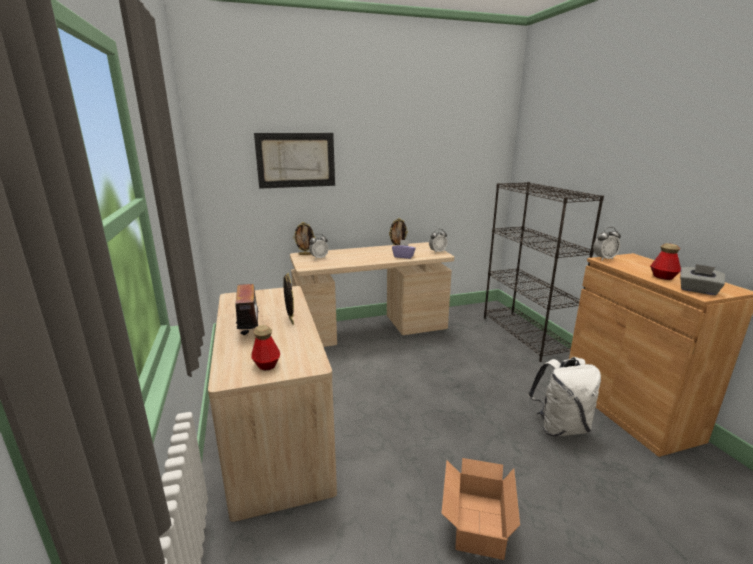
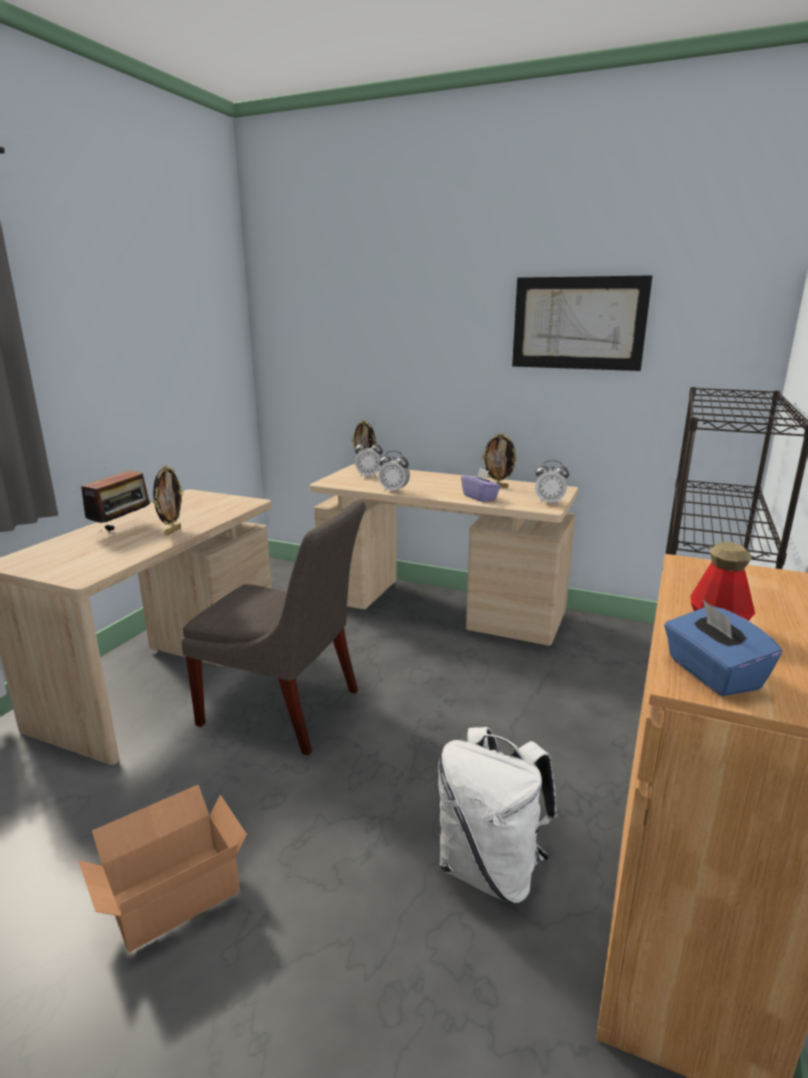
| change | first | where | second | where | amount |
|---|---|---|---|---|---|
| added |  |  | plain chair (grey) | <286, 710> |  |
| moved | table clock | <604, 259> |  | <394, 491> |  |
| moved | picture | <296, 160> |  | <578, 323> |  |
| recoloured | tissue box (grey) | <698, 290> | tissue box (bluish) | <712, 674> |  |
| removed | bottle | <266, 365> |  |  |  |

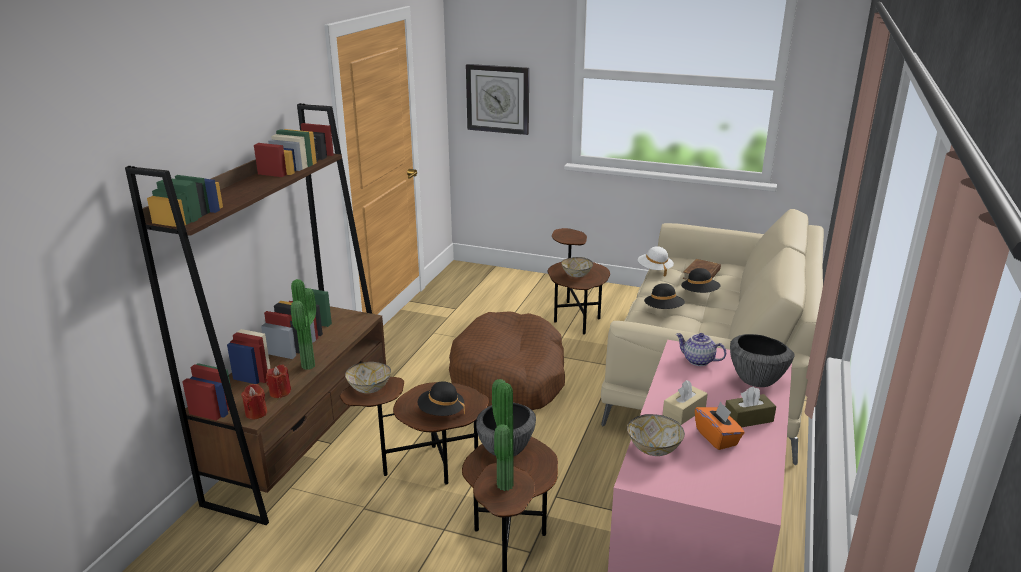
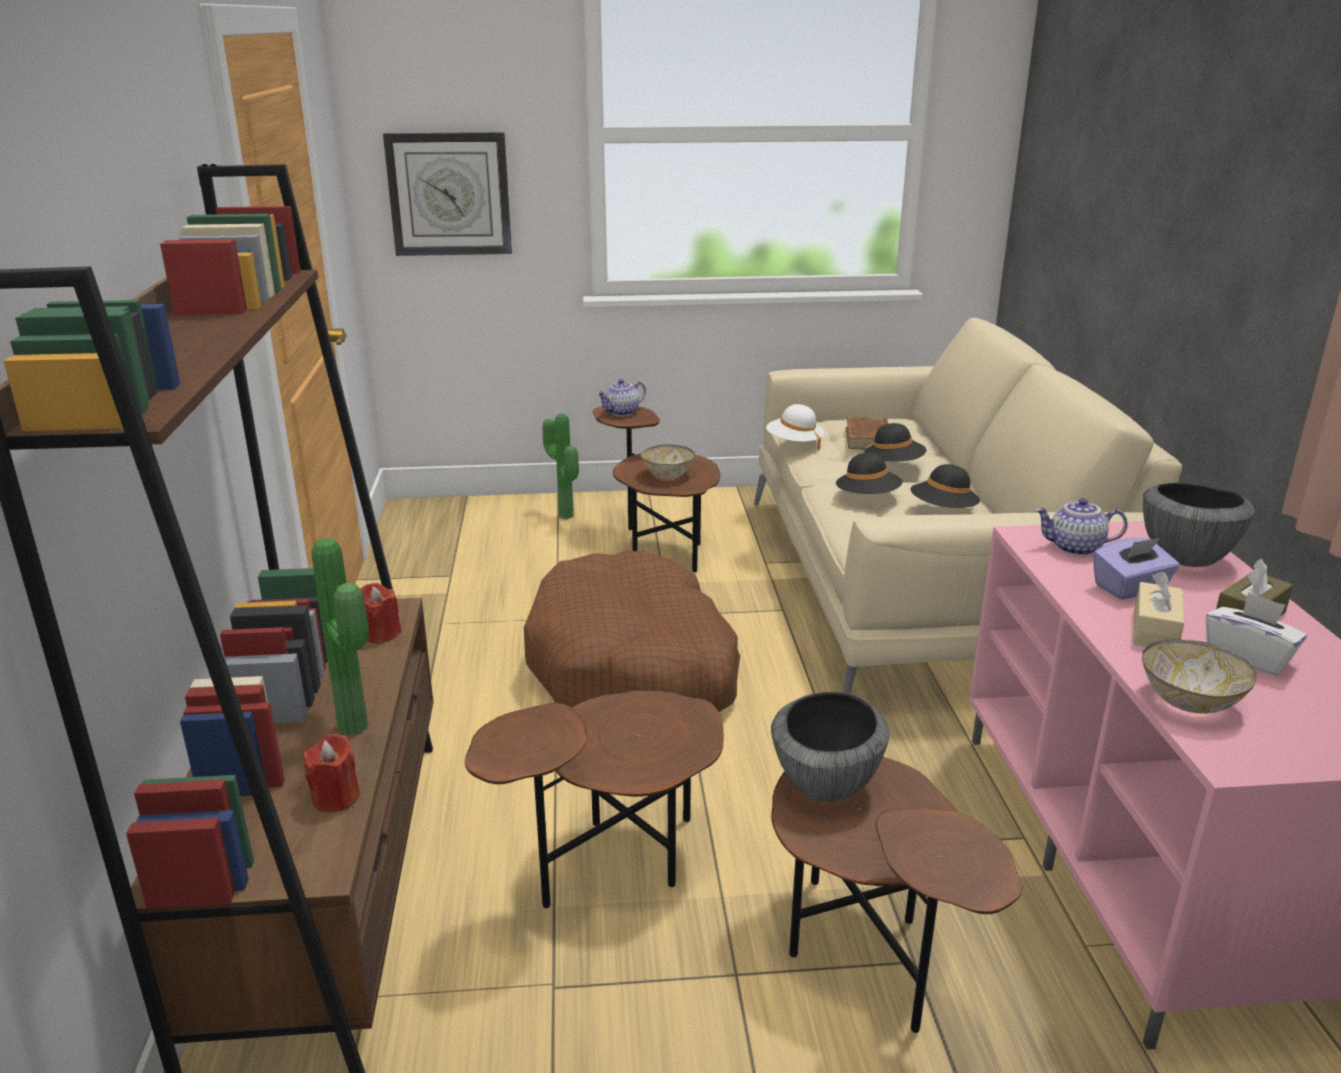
| change | first | where | second | where | amount |
|---|---|---|---|---|---|
| moved | wax candle (red) | <256, 413> |  | <381, 634> |  |
| moved | plant in a pot | <501, 485> |  | <563, 516> |  |
| added |  |  | teapot | <622, 412> |  |
| moved | wearable hat (black-coloured) | <441, 412> |  | <943, 510> |  |
| added |  |  | tissue box (purplish) | <1131, 588> |  |
| recoloured | tissue box (orange) | <717, 437> | tissue box (whitish) | <1248, 657> |  |
| removed | deep dish | <370, 388> |  |  |  |

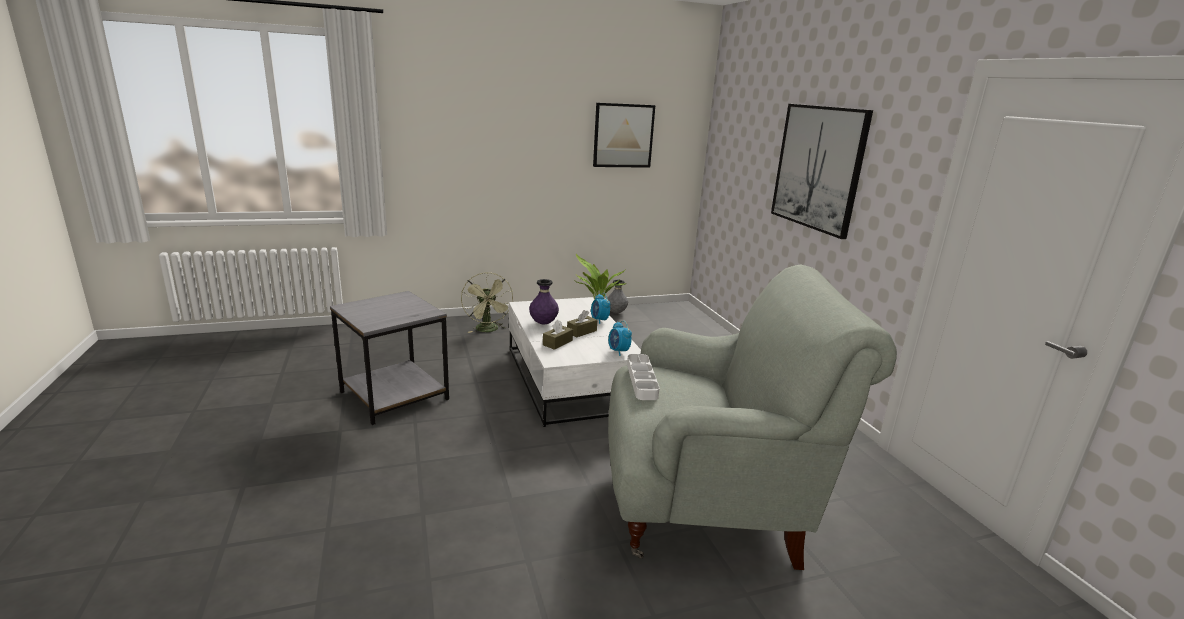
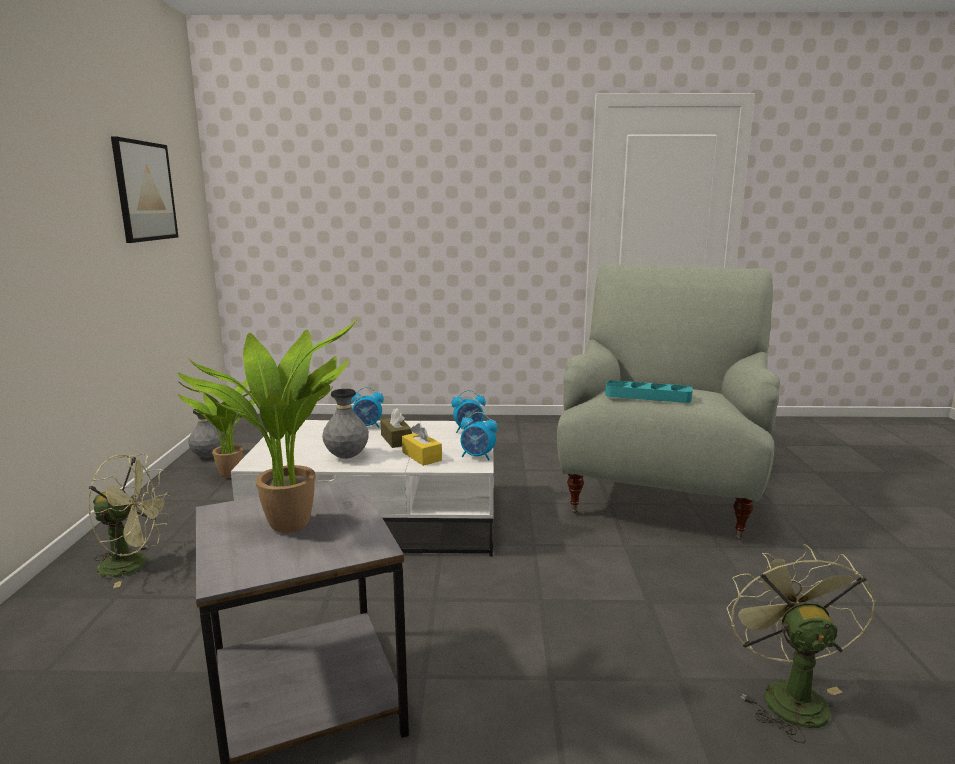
| change | first | where | second | where | amount |
|---|---|---|---|---|---|
| added |  |  | plant in a pot | <292, 522> |  |
| recoloured | decorative vase (purplish) | <543, 323> | decorative vase (grey) | <347, 457> |  |
| recoloured | tissue box (brown-coloured) | <557, 343> | tissue box (yellow-coloured) | <421, 456> |  |
| added |  |  | table clock | <477, 456> |  |
| recoloured | carrying tray (whitish) | <641, 380> | carrying tray (blue-green) | <647, 396> |  |
| added |  |  | fan (green-coloured) | <787, 694> |  |
| removed | picture | <818, 168> |  |  |  |

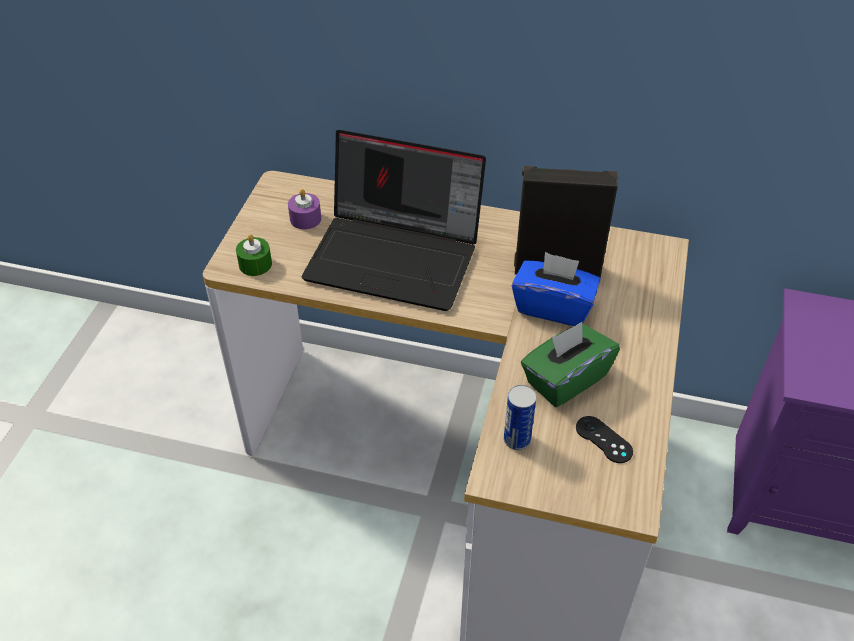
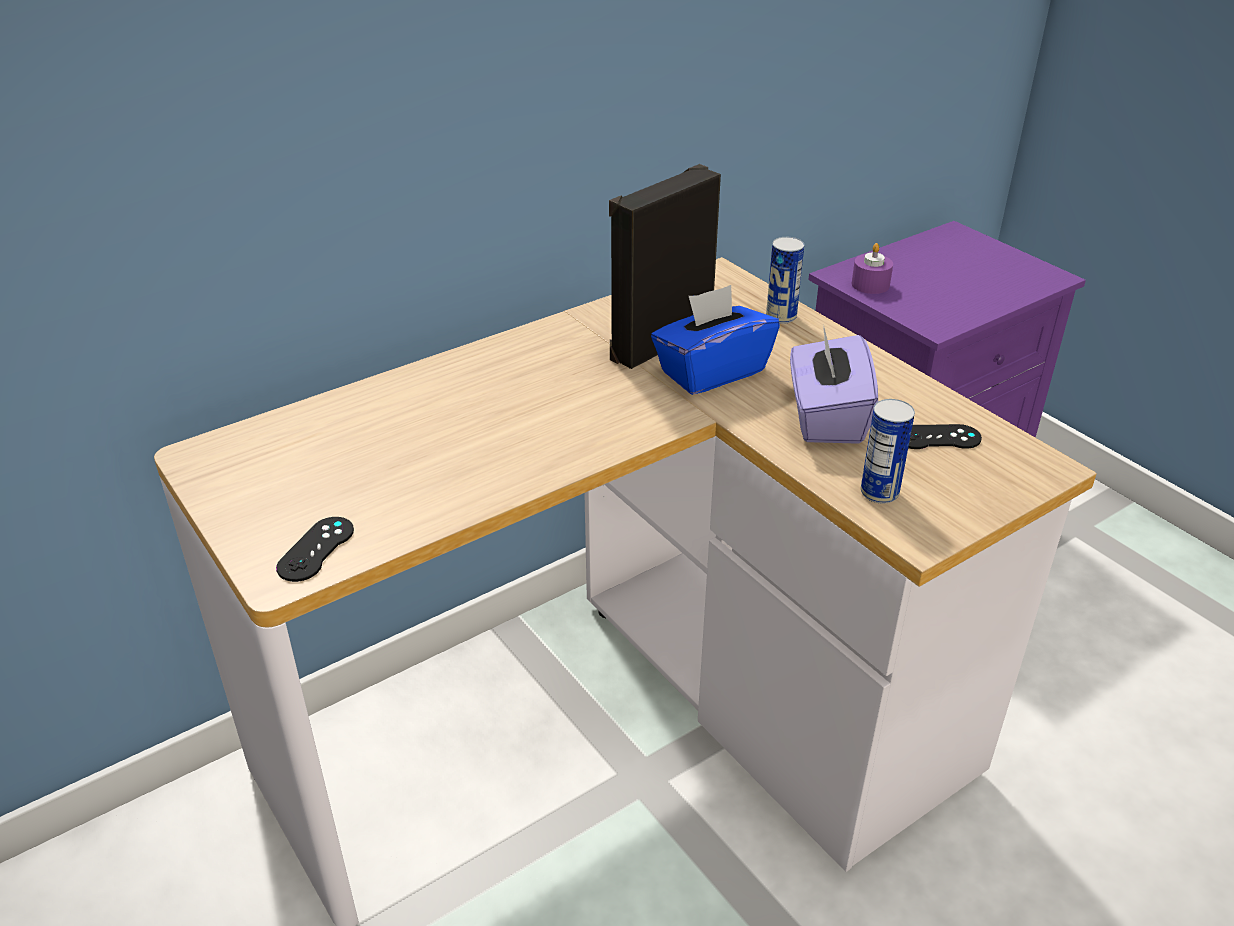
| change | first | where | second | where | amount |
|---|---|---|---|---|---|
| replaced | wax candle (green-coloured) | <255, 264> | gamepad (black-coloured) | <316, 549> |  |
| added |  |  | sealed can | <781, 316> |  |
| recoloured | tissue box (green-coloured) | <565, 379> | tissue box (purplish) | <826, 417> |  |
| moved | wax candle (purplish) | <305, 219> |  | <870, 284> |  |
| removed | laptop | <397, 256> |  |  |  |

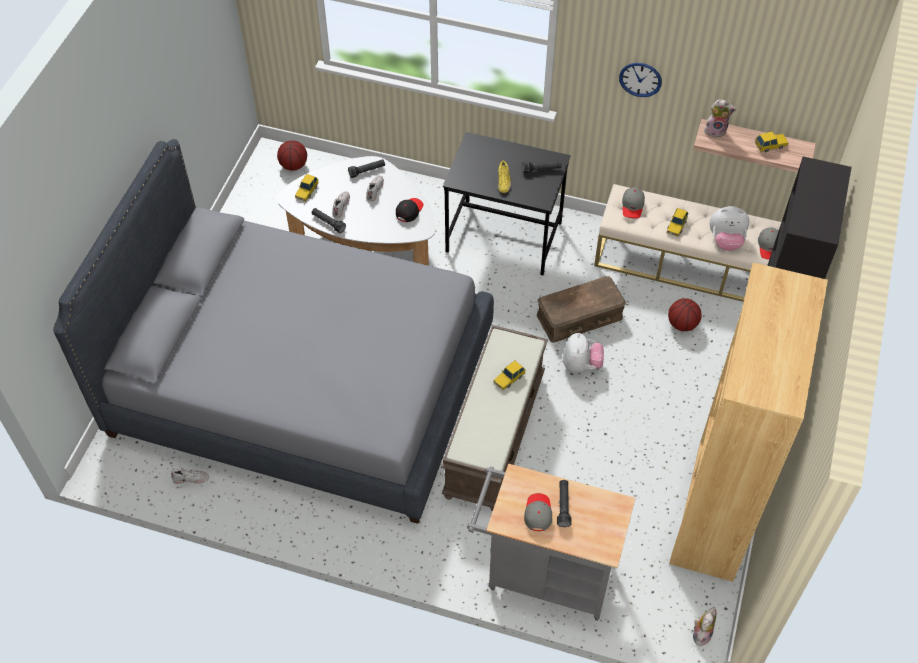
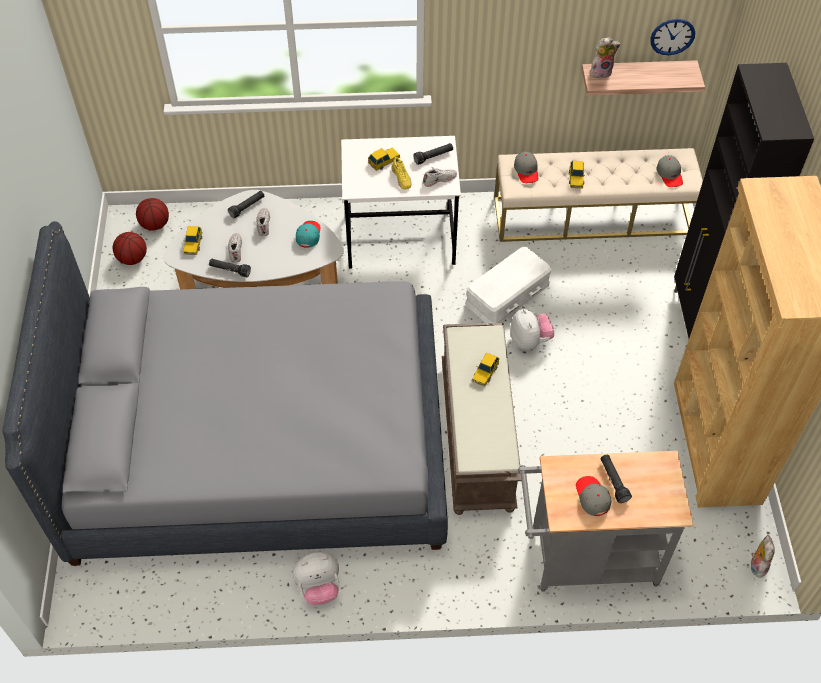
| change | first | where | second | where | amount |
|---|---|---|---|---|---|
| moved | ball for basketball | <682, 324> |  | <132, 258> |  |
| moved | soft toy | <725, 241> |  | <319, 587> |  |
| recoloured | peaked cap (black-coloured) | <409, 211> | peaked cap (blue-green) | <308, 235> |  |
| recoloured | desk unit (black-coloured) | <504, 237> | desk unit (whitish) | <401, 238> |  |
| moved | toy car | <770, 145> |  | <384, 161> |  |
| moved | item of footwear (whitish) | <191, 478> |  | <439, 179> |  |
| recoloured | storage container (brown-coloured) | <579, 317> | storage container (whitish) | <508, 295> |  |
| moved | wall clock | <640, 79> |  | <672, 36> |  |

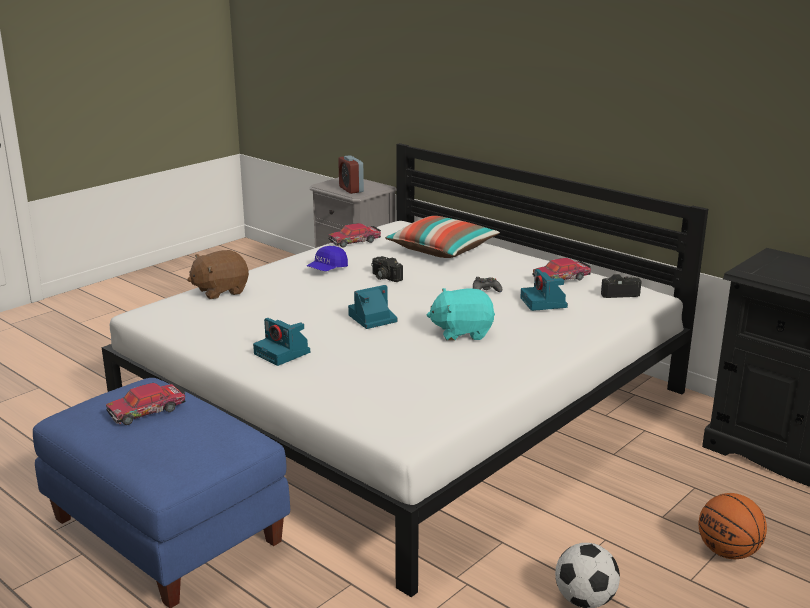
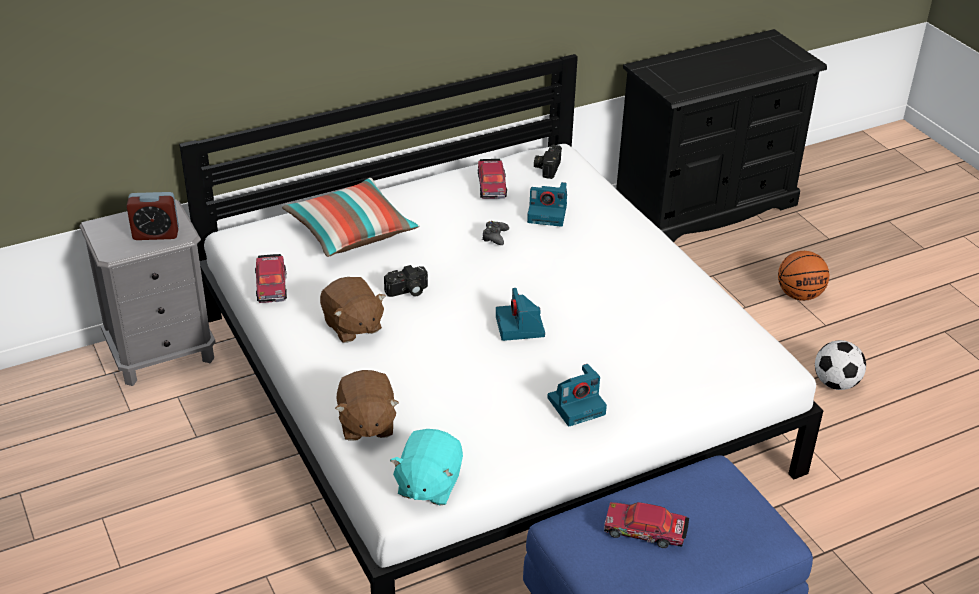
| change | first | where | second | where | amount |
|---|---|---|---|---|---|
| replaced | peaked cap (bluish) | <327, 269> | soft toy (brown-coloured) | <352, 326> |  |
| moved | soft toy (blue-green) | <462, 332> |  | <428, 485> |  |
| turned | toy car | <147, 411> |  | <645, 531> | 120 degrees clockwise |

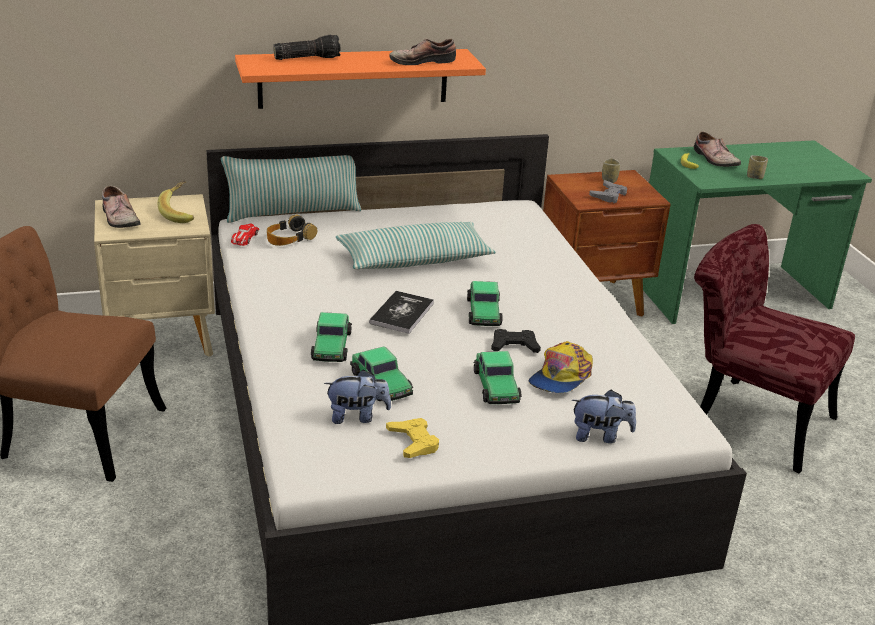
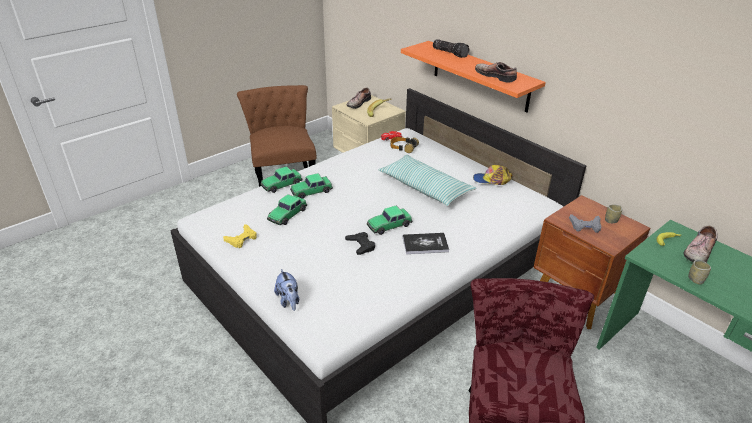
| change | first | where | second | where | amount |
|---|---|---|---|---|---|
| moved | toy car | <496, 386> |  | <281, 184> |  |
| moved | bound book | <402, 313> |  | <425, 244> |  |
| moved | peaked cap | <561, 377> |  | <492, 180> |  |
| removed | throw pillow | <293, 212> |  |  |  |
| removed | soft toy | <357, 416> |  |  |  |

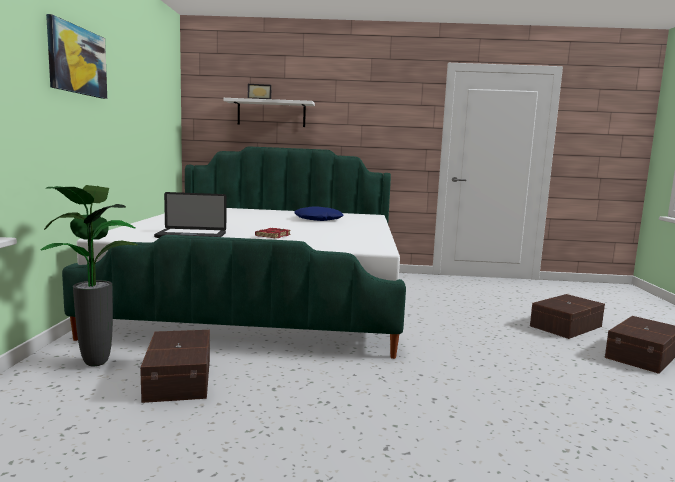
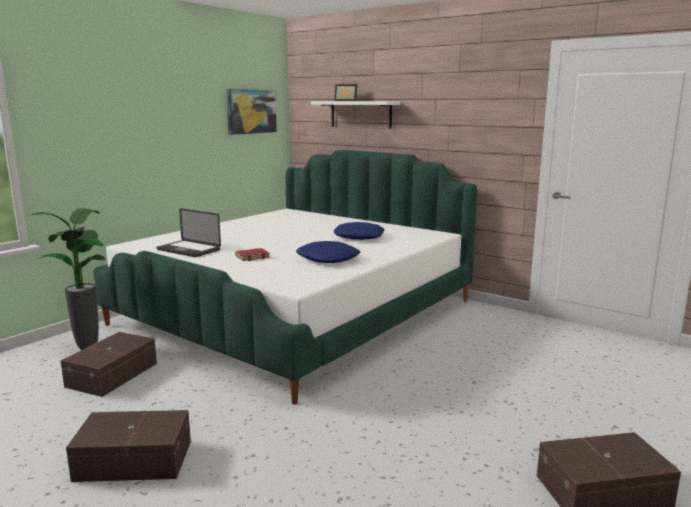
| change | first | where | second | where | amount |
|---|---|---|---|---|---|
| moved | storage container (brown-coloured) | <564, 326> |  | <133, 459> |  |
| moved | picture | <77, 60> |  | <251, 111> |  |
| added |  |  | throw pillow (bluish) | <328, 259> |  |

